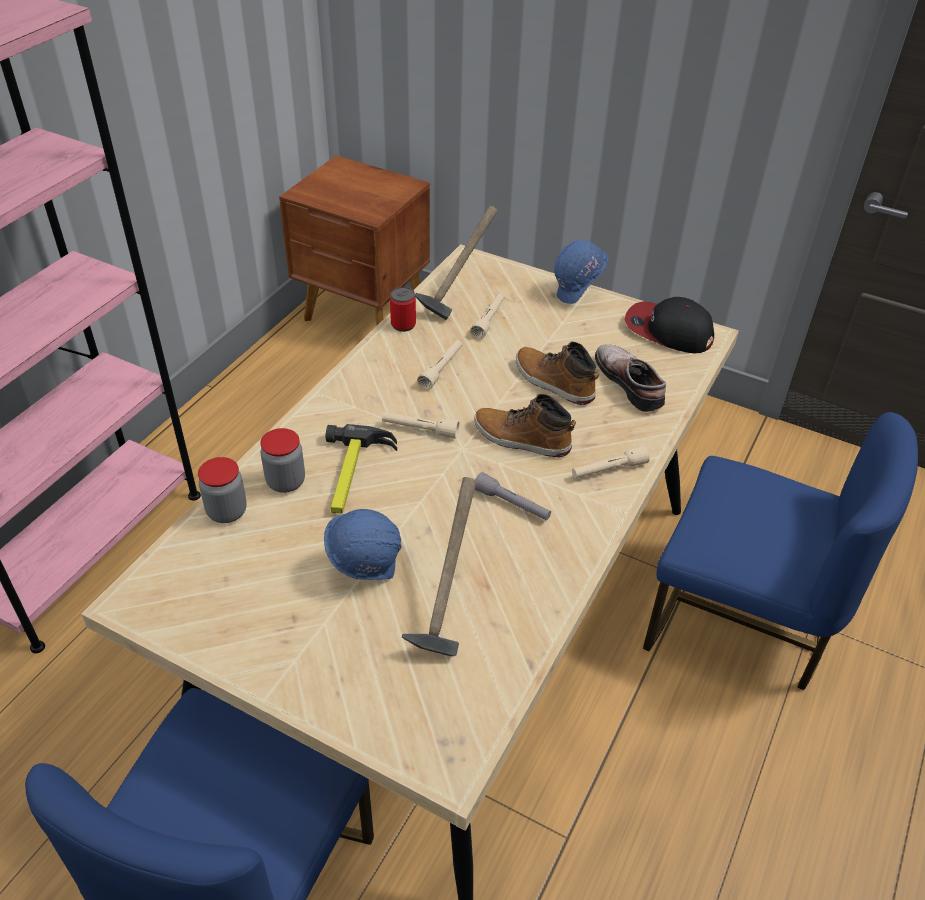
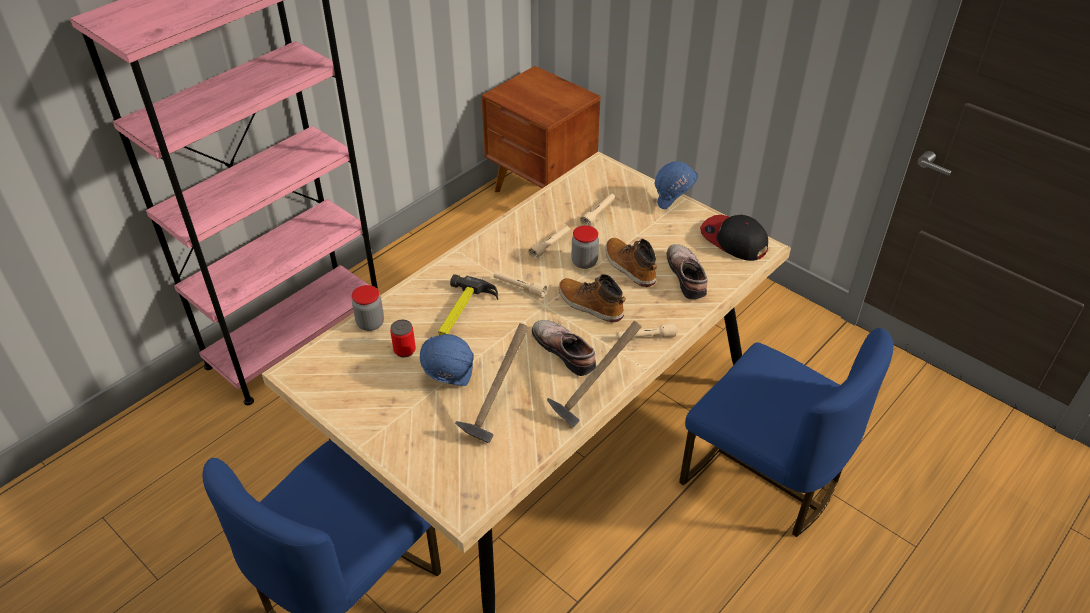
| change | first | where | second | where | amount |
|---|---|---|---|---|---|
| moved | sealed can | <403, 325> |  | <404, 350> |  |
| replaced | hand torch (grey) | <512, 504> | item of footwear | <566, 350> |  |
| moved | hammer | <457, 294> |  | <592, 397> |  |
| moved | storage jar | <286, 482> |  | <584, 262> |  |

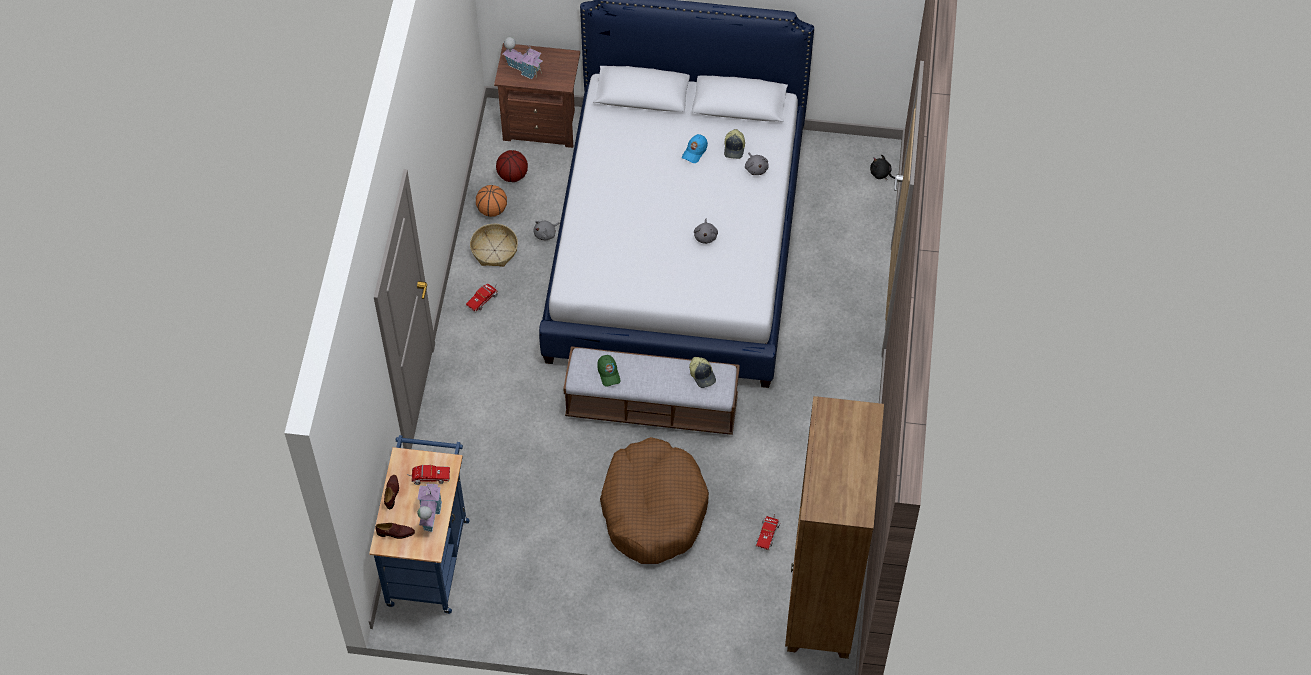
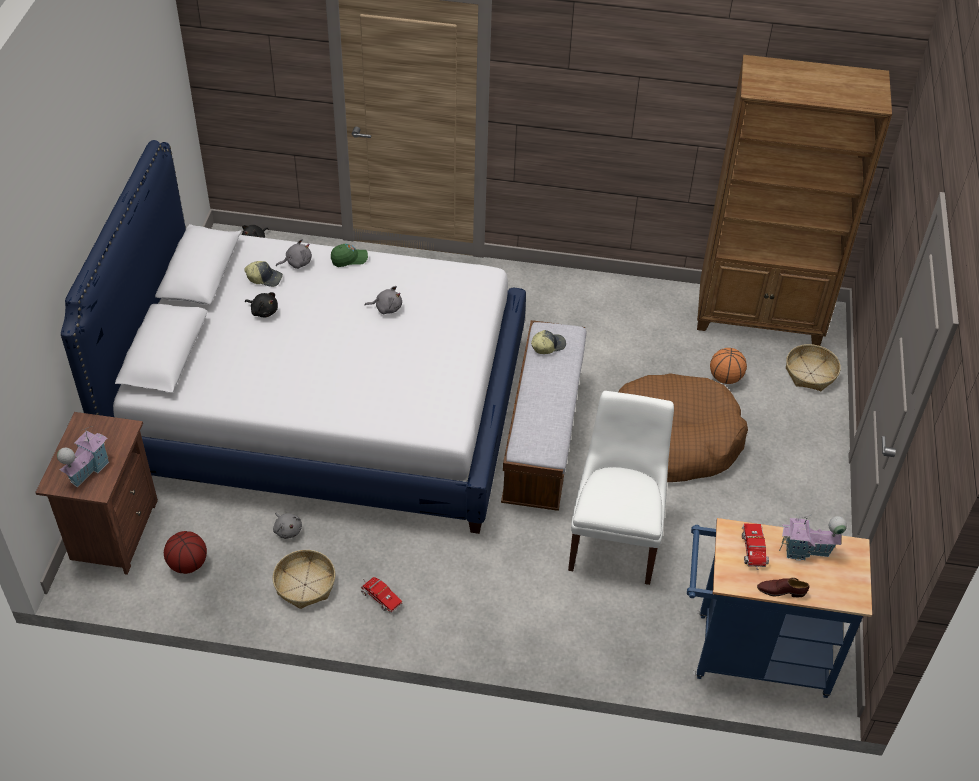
| change | first | where | second | where | amount |
|---|---|---|---|---|---|
| replaced | peaked cap (bluish) | <694, 151> | soft toy (black-coloured) | <263, 311> |  |
| moved | peaked cap (green-coloured) | <608, 373> |  | <349, 259> |  |
| added |  |  | plain chair (whitish) | <615, 537> |  |
| moved | ball for basketball | <492, 210> |  | <725, 378> |  |
| added |  |  | storage basket | <810, 373> |  |
| removed | item of footwear (brown-coloured) | <395, 533> |  |  |  |
| removed | toy lorry | <767, 533> |  |  |  |

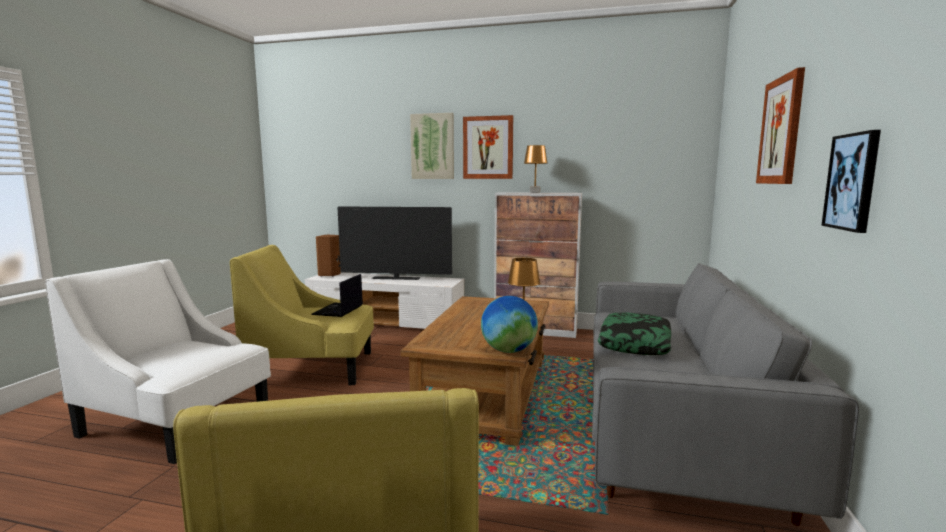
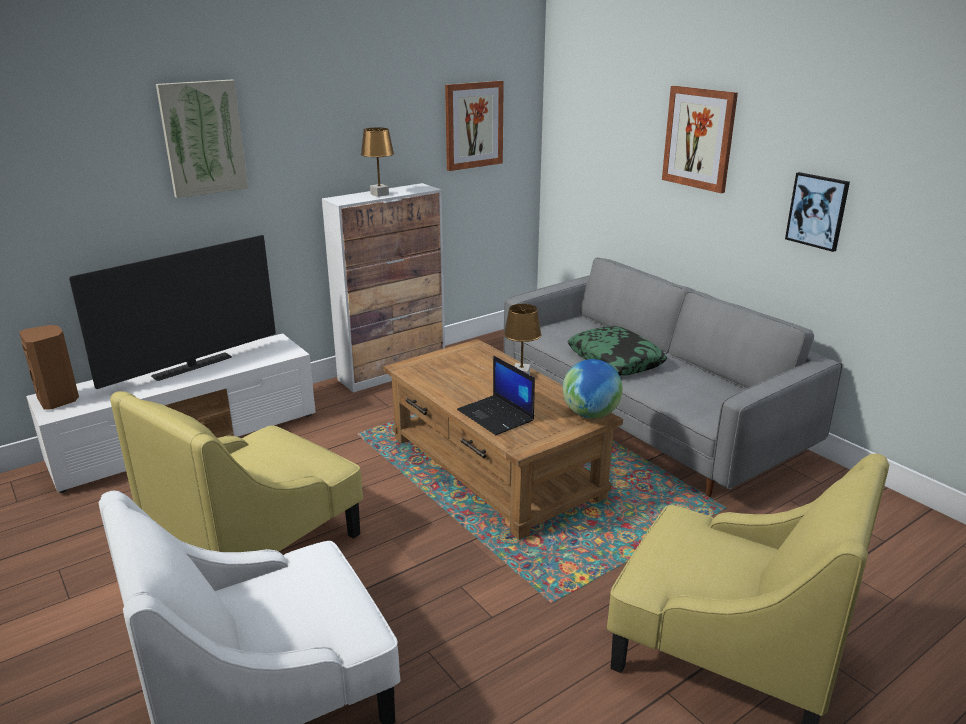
| change | first | where | second | where | amount |
|---|---|---|---|---|---|
| moved | picture | <488, 148> |  | <473, 125> |  |
| moved | laptop | <338, 310> |  | <496, 416> |  |

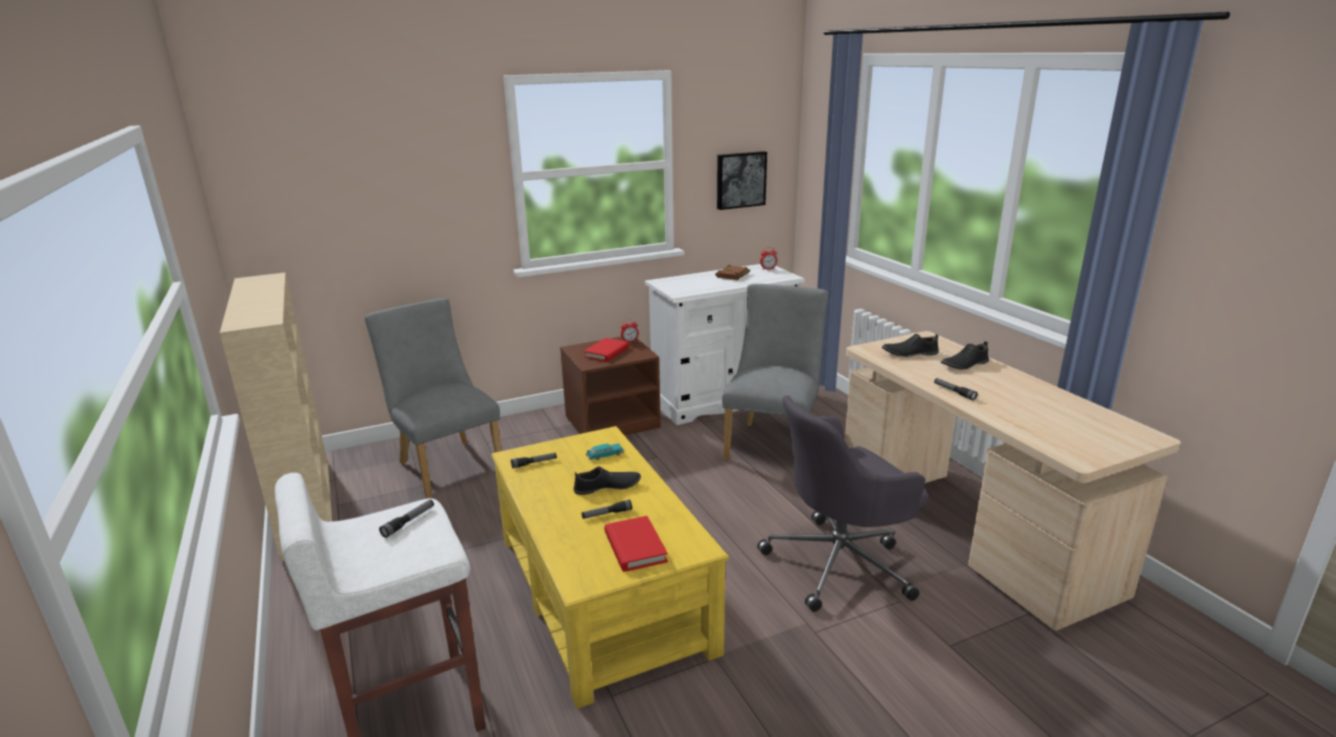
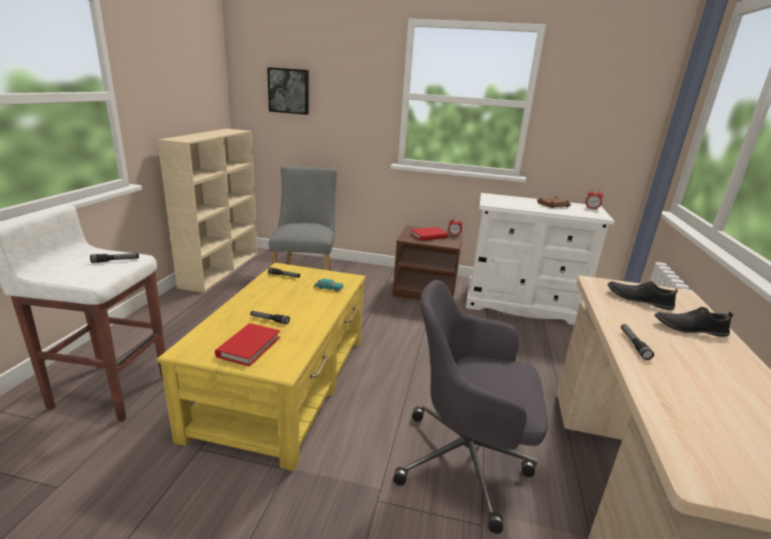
| change | first | where | second | where | amount |
|---|---|---|---|---|---|
| moved | picture | <740, 180> |  | <289, 91> |  |
| removed | item of footwear (black-coloured) | <607, 487> |  |  |  |
| removed | plain chair (grey) | <773, 443> |  |  |  |

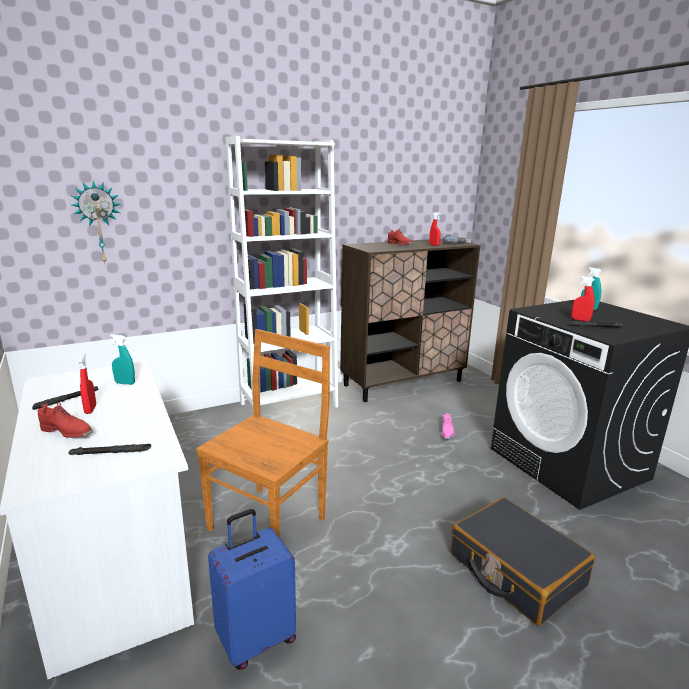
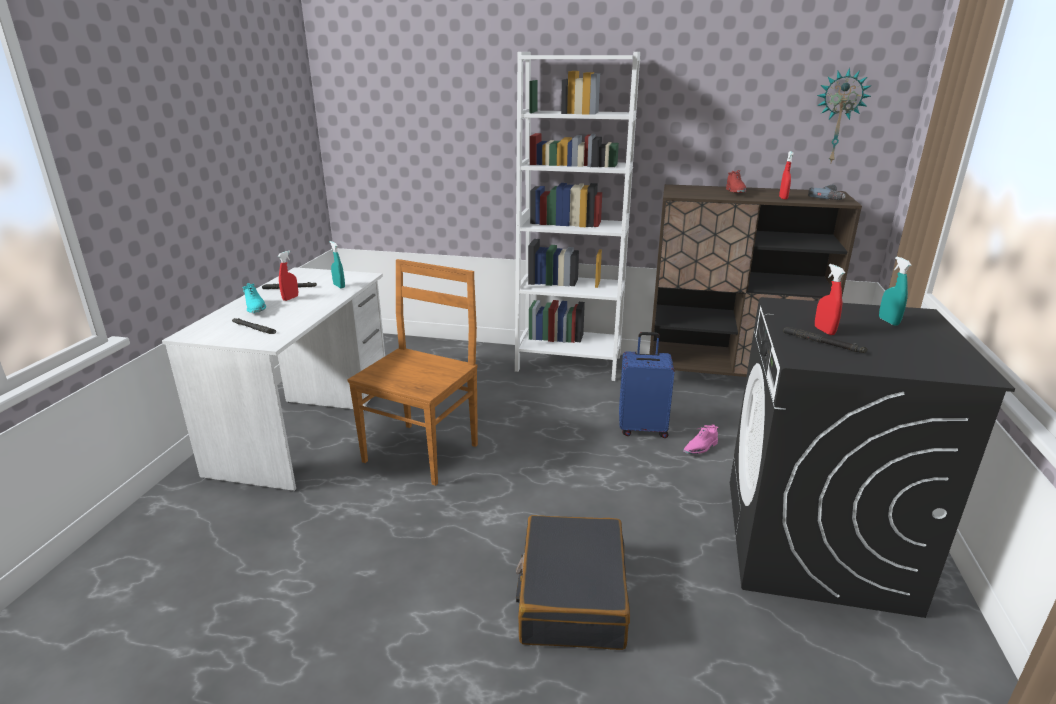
| change | first | where | second | where | amount |
|---|---|---|---|---|---|
| recoloured | item of footwear (red) | <67, 432> | item of footwear (blue-green) | <255, 309> |  |
| turned | plain chair (brown-coloured) | <269, 522> |  | <423, 451> | 45 degrees counterclockwise |
| moved | piece of luggage (bluish) | <256, 639> |  | <642, 428> |  |
| moved | wall clock | <98, 223> |  | <838, 117> |  |

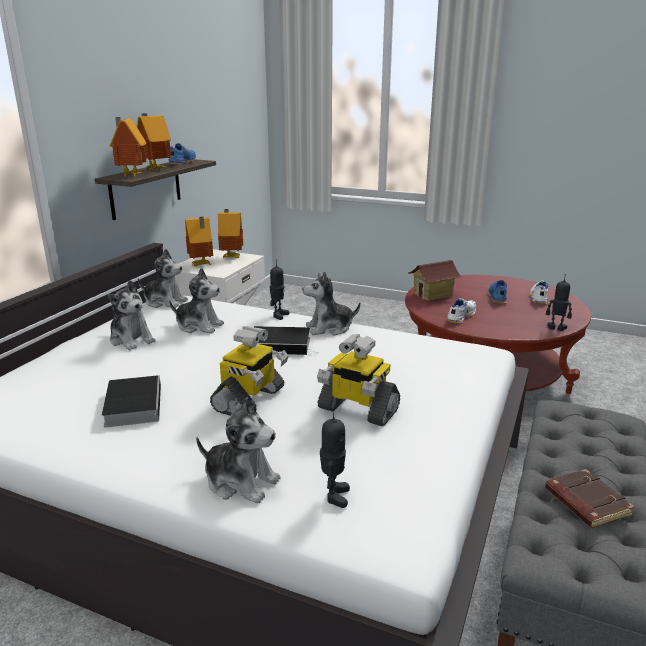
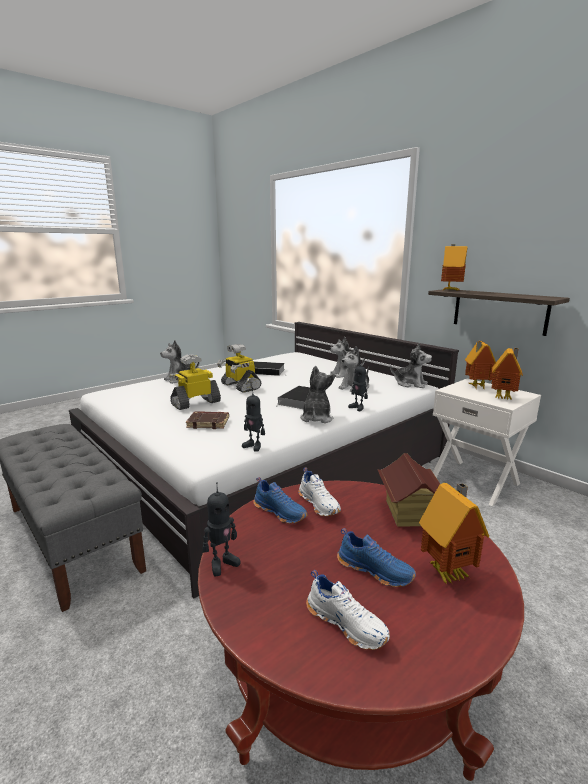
| change | first | where | second | where | amount |
|---|---|---|---|---|---|
| moved | bound book (brown-coloured) | <585, 503> |  | <209, 423> |  |
| moved | toy robot | <334, 496> |  | <254, 446> |  |
| moved | item of footwear (bluish) | <181, 163> |  | <280, 512> |  |
| turned | soft toy | <165, 302> |  | <410, 384> | 105 degrees counterclockwise |
| moved | model house | <155, 169> |  | <449, 572> |  |

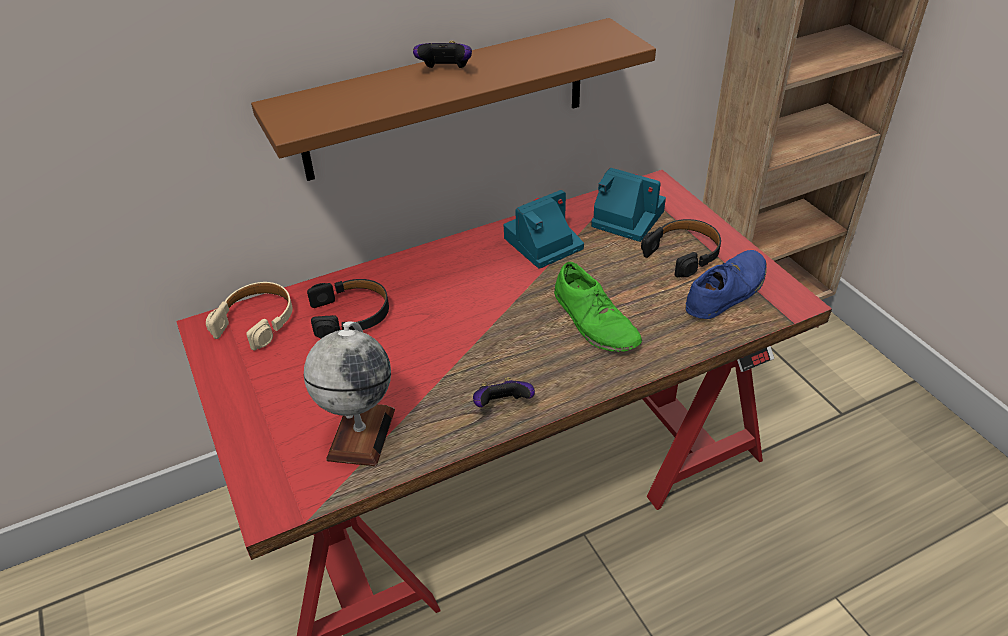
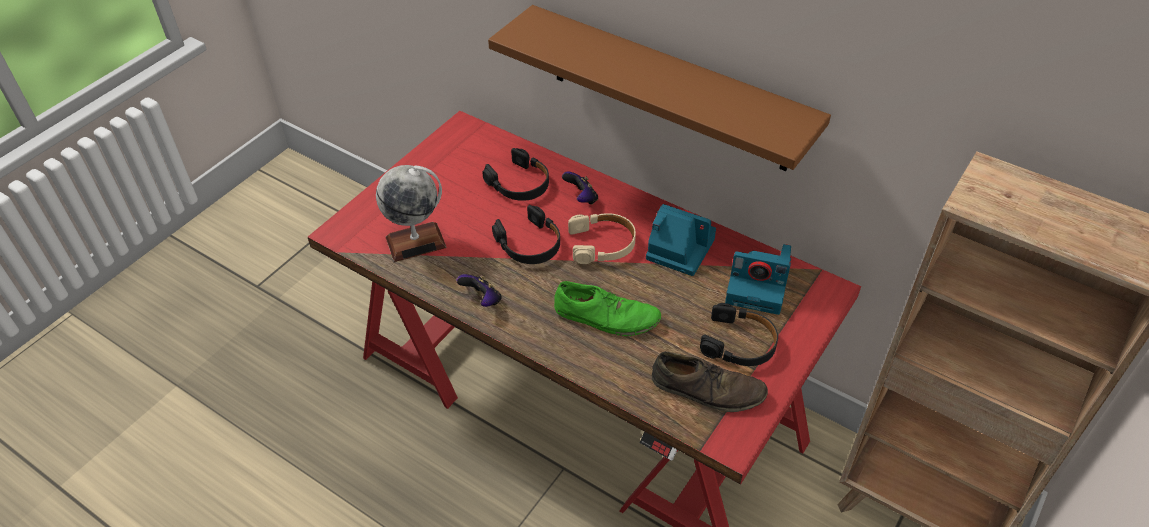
| change | first | where | second | where | amount |
|---|---|---|---|---|---|
| added |  |  | pair of headphones (black-coloured) | <529, 244> |  |
| turned | item of footwear (green-coloured) | <595, 321> |  | <606, 316> | 105 degrees counterclockwise |
| moved | gamepad | <445, 71> |  | <581, 198> |  |
| moved | pair of headphones (beige) | <257, 321> |  | <602, 244> |  |
| recoloured | item of footwear (bluish) | <726, 291> | item of footwear (brown-coloured) | <707, 389> |  |
| turned | still camera | <625, 218> |  | <758, 287> | 105 degrees clockwise |

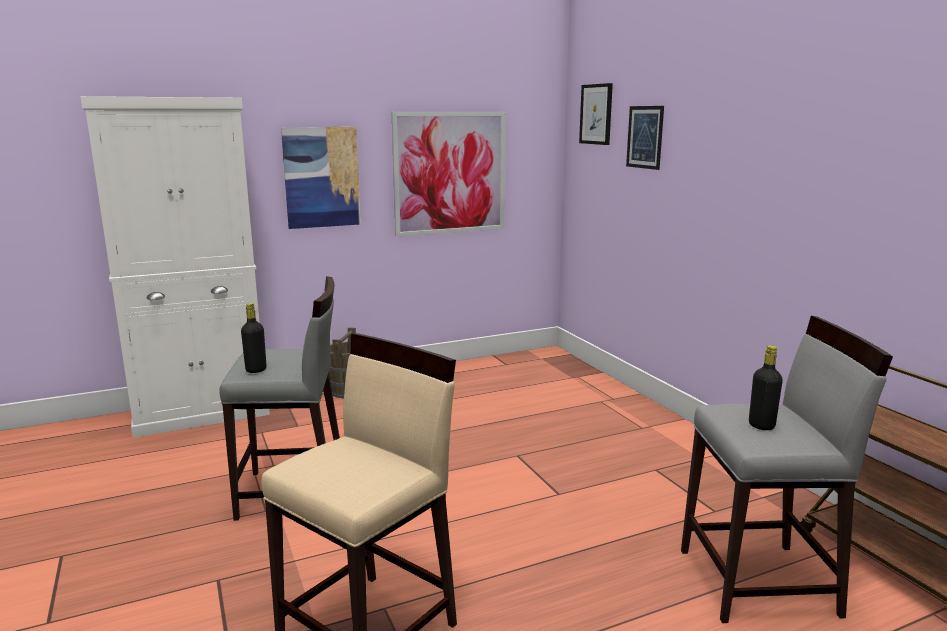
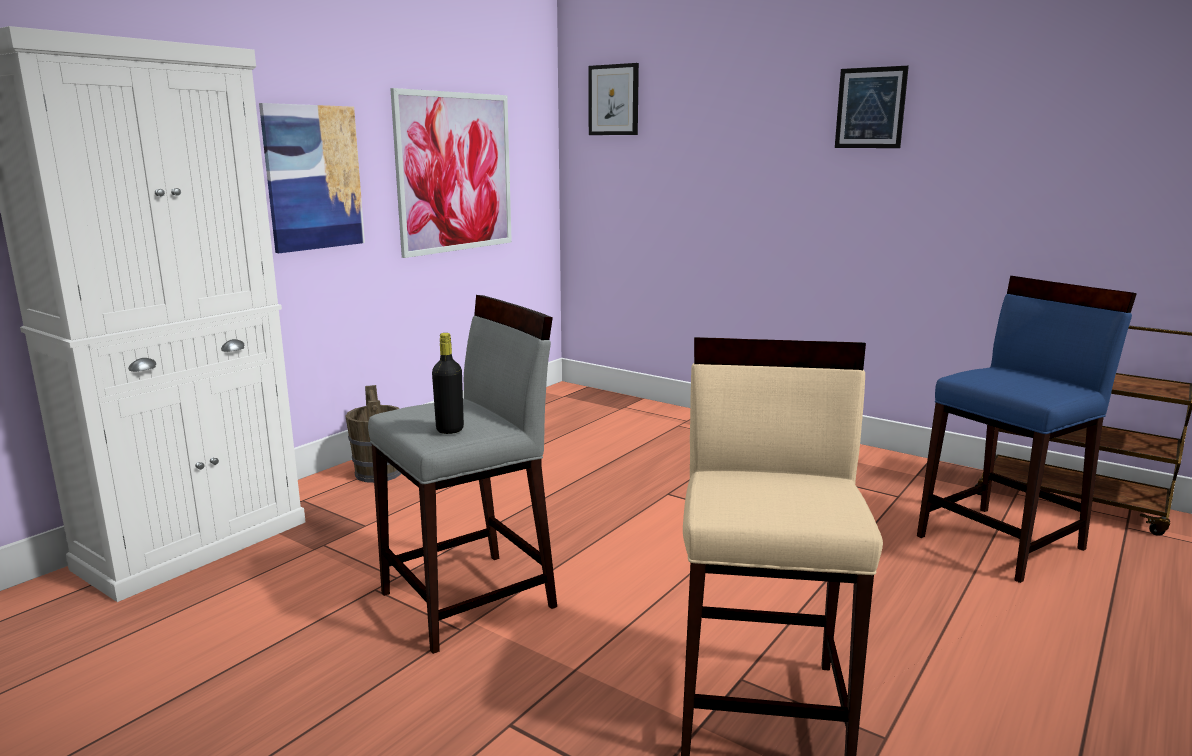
| change | first | where | second | where | amount |
|---|---|---|---|---|---|
| moved | picture | <645, 137> |  | <870, 108> |  |
| recoloured | sitting stool (grey) | <759, 583> | sitting stool (bluish) | <1002, 542> |  |
| removed | bottle (black-coloured) | <761, 426> |  |  |  |

